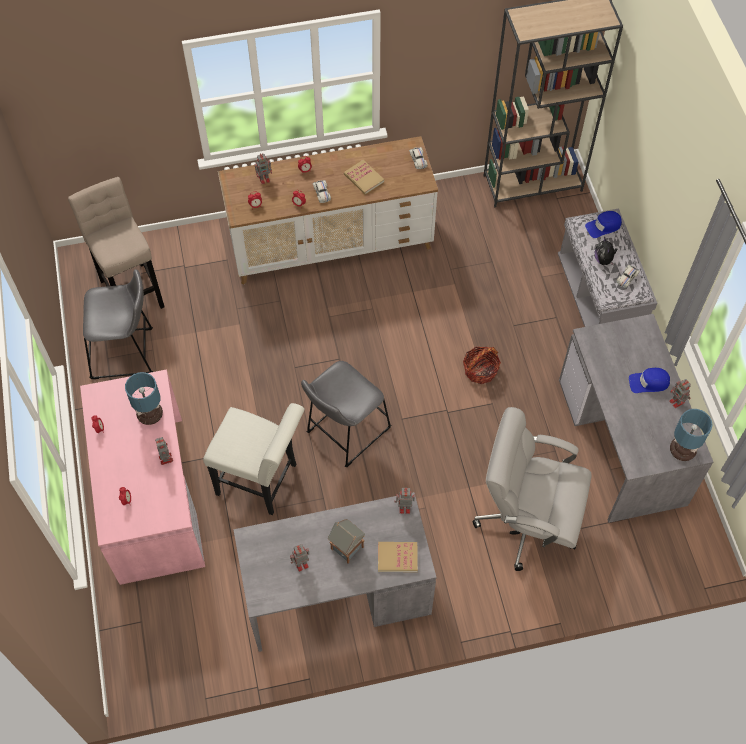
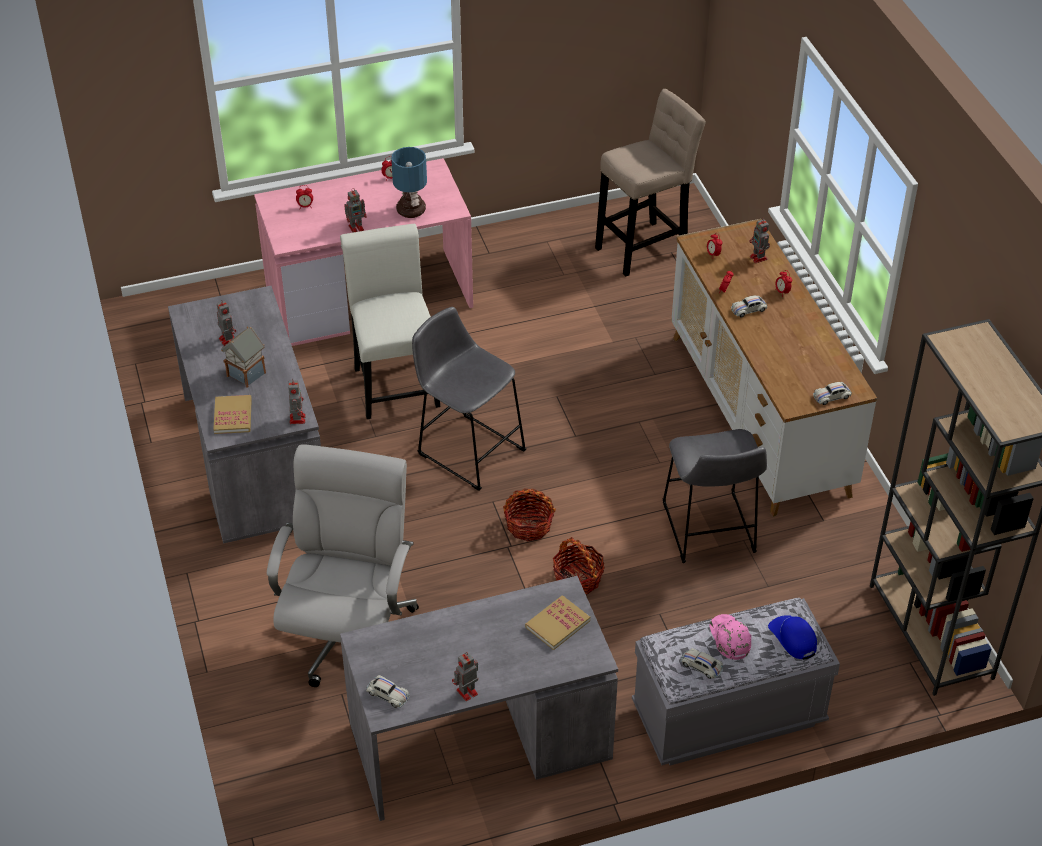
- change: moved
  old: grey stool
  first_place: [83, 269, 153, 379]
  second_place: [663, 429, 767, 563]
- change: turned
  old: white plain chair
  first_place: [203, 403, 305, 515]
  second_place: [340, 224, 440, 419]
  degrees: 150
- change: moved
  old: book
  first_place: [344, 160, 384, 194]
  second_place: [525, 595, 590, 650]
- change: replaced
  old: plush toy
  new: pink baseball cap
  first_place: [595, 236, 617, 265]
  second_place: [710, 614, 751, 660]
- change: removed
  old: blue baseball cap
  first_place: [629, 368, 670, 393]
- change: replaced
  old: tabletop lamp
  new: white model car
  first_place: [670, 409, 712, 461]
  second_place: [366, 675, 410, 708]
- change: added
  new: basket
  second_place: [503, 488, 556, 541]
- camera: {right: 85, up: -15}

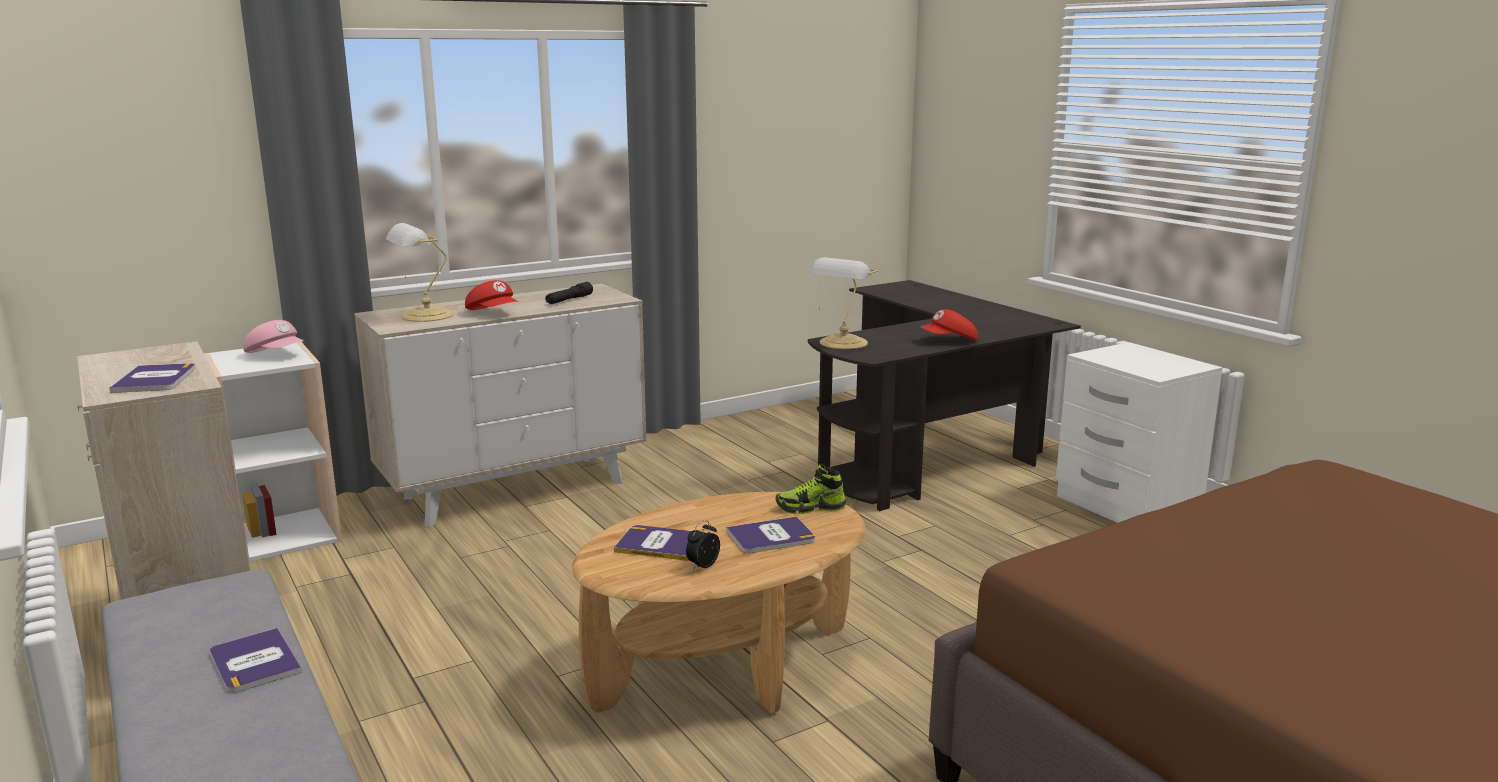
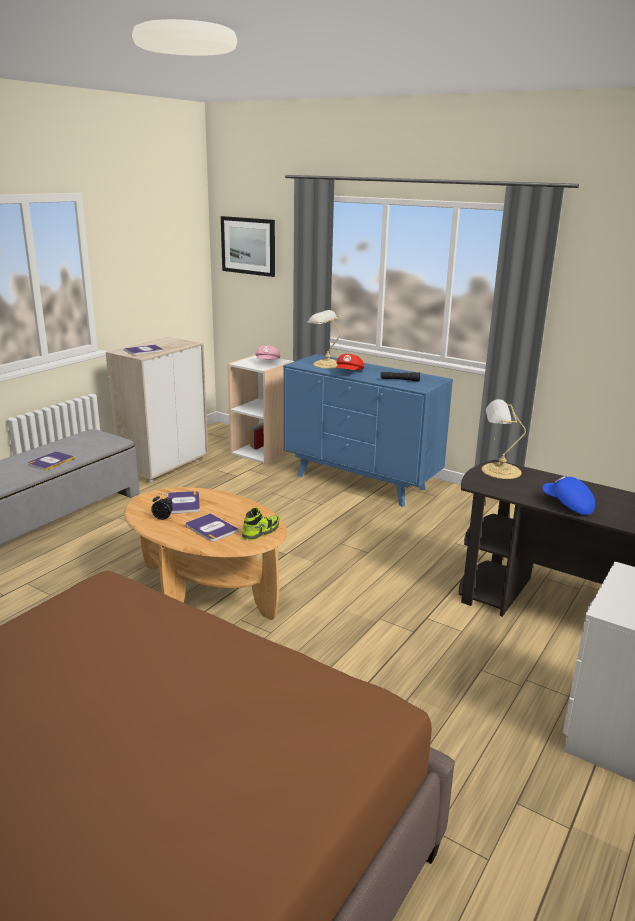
- change: recoloured
  old: white drawer chest
  new: blue drawer chest
  first_place: [354, 284, 647, 527]
  second_place: [283, 354, 453, 507]
- change: turned
  old: item of footwear
  first_place: [776, 464, 846, 514]
  second_place: [242, 507, 279, 541]
  degrees: 75
- change: recoloured
  old: reddish baseball cap
  new: blue baseball cap
  first_place: [920, 309, 978, 340]
  second_place: [543, 476, 595, 515]
- change: added
  new: picture
  second_place: [221, 216, 275, 277]
- camera: {right: 65, up: 5}

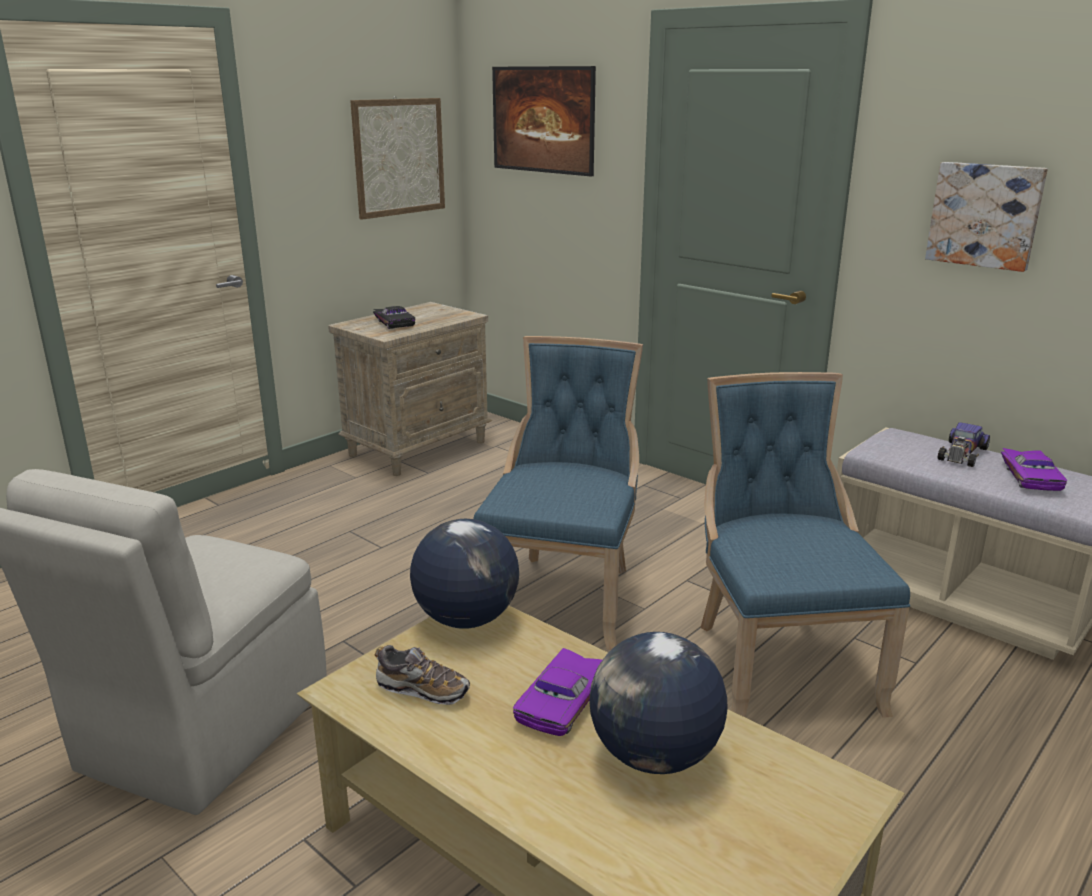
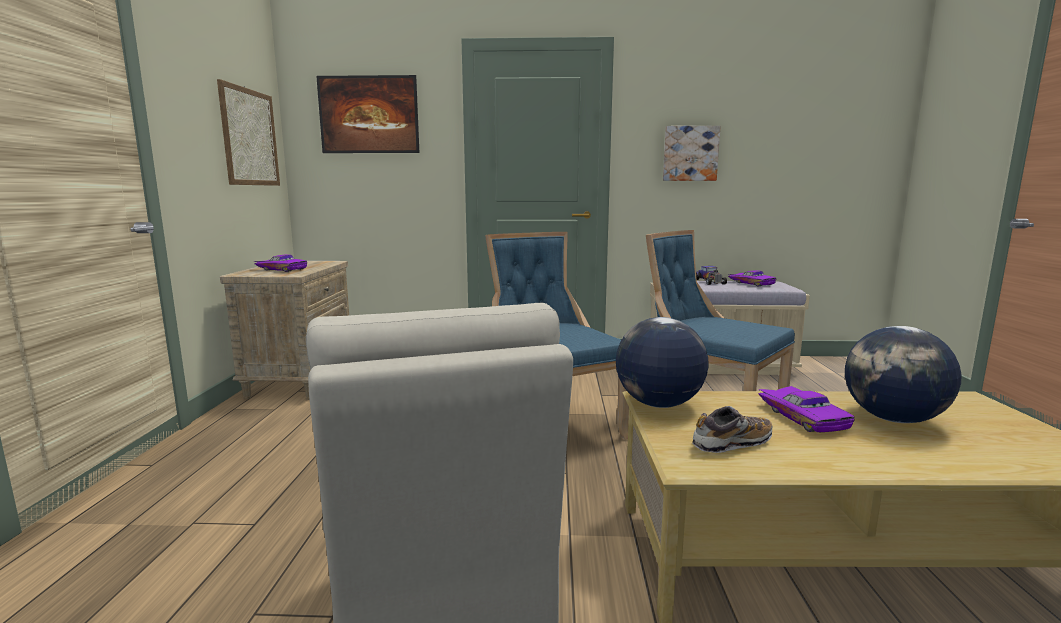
- change: recoloured
  old: blackish model car
  new: purple model car
  first_place: [373, 306, 415, 329]
  second_place: [254, 254, 307, 272]
- camera: {right: -40, up: -10}

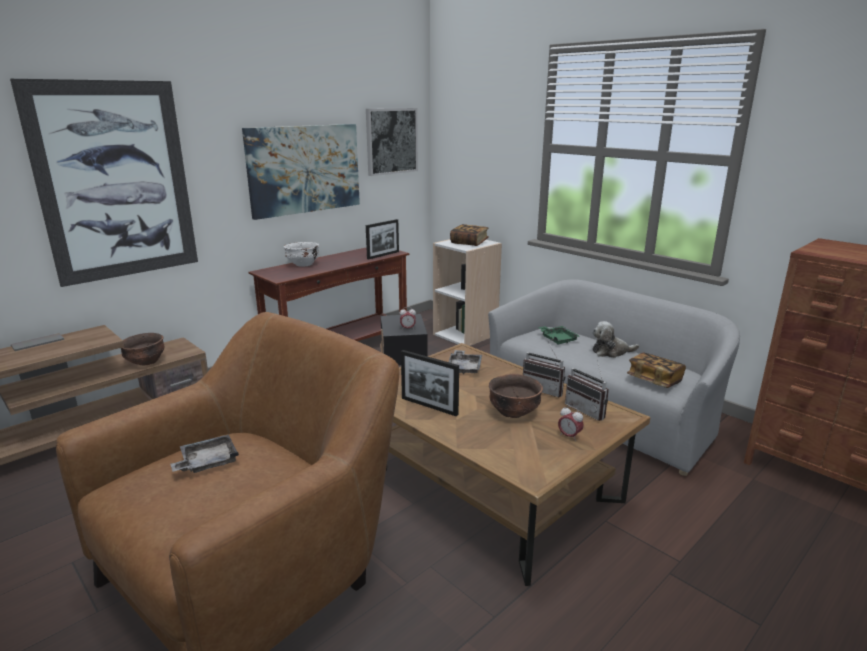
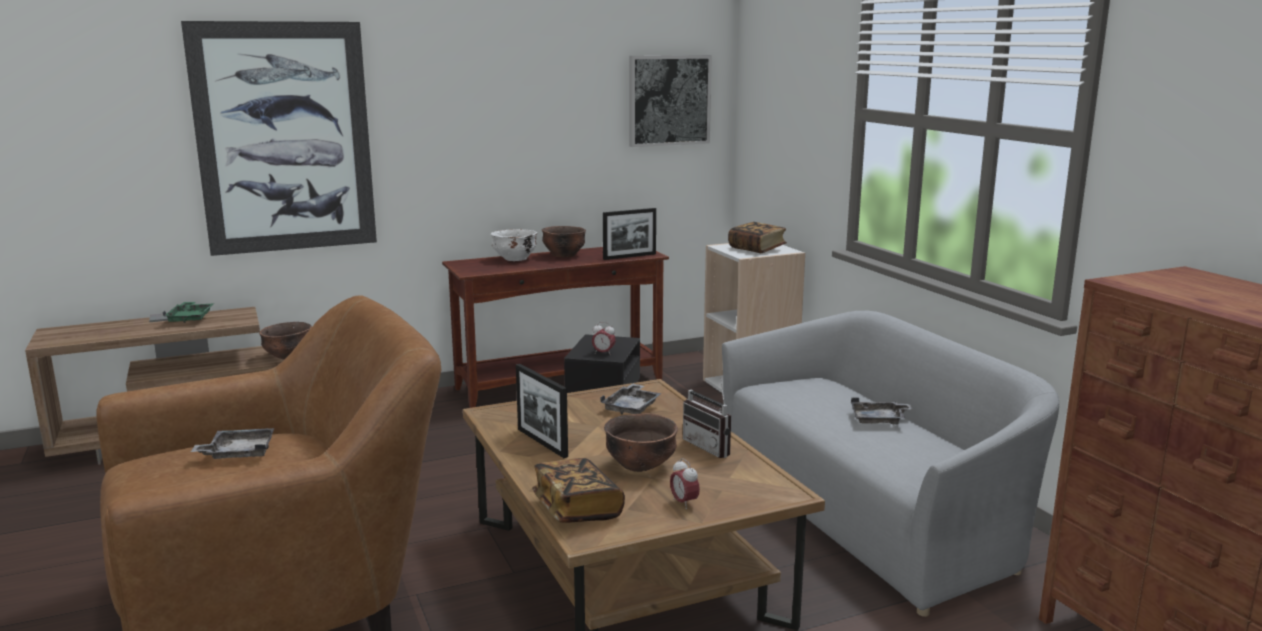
- change: removed
  old: picture
  first_place: [242, 124, 360, 220]
- change: moved
  old: green serving tray
  first_place: [538, 326, 580, 344]
  second_place: [162, 302, 214, 323]
- change: removed
  old: radio set
  first_place: [565, 361, 609, 421]
- change: replaced
  old: plush toy
  new: grey serving tray
  first_place: [592, 321, 639, 358]
  second_place: [851, 397, 913, 424]
- change: moved
  old: book
  first_place: [627, 353, 686, 388]
  second_place: [532, 458, 625, 523]
- change: added
  new: brownish serving bowl
  second_place: [542, 226, 586, 258]
- camera: {right: 20, up: -5}

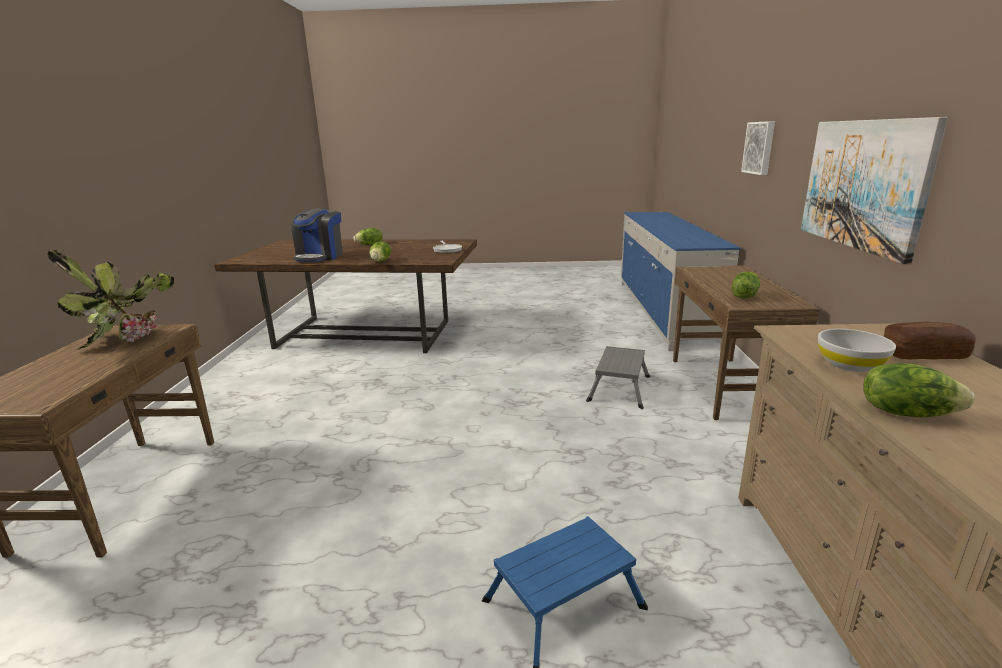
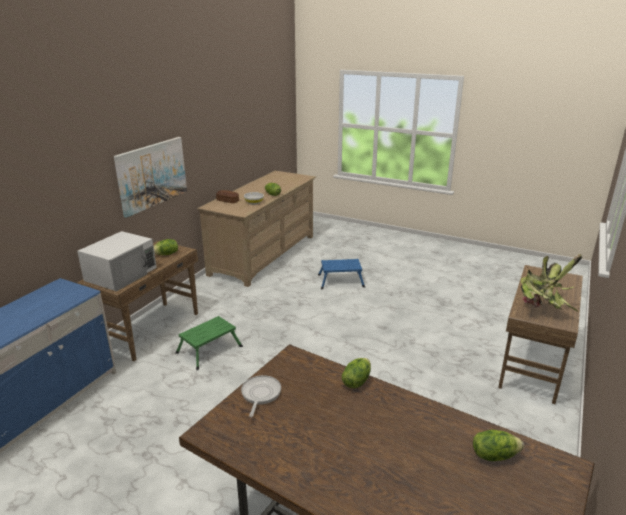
- change: removed
  old: coffee machine
  first_place: [291, 209, 343, 262]
- change: moved
  old: lettuce
  first_place: [353, 228, 383, 245]
  second_place: [473, 430, 524, 461]
- change: recoloured
  old: grey step ladder
  new: green step ladder
  first_place: [586, 346, 650, 409]
  second_place: [175, 316, 243, 370]
- change: removed
  old: picture
  first_place: [741, 121, 775, 175]
- change: added
  new: white microwave
  second_place: [77, 231, 157, 292]
- camera: {right: -155, up: 5}

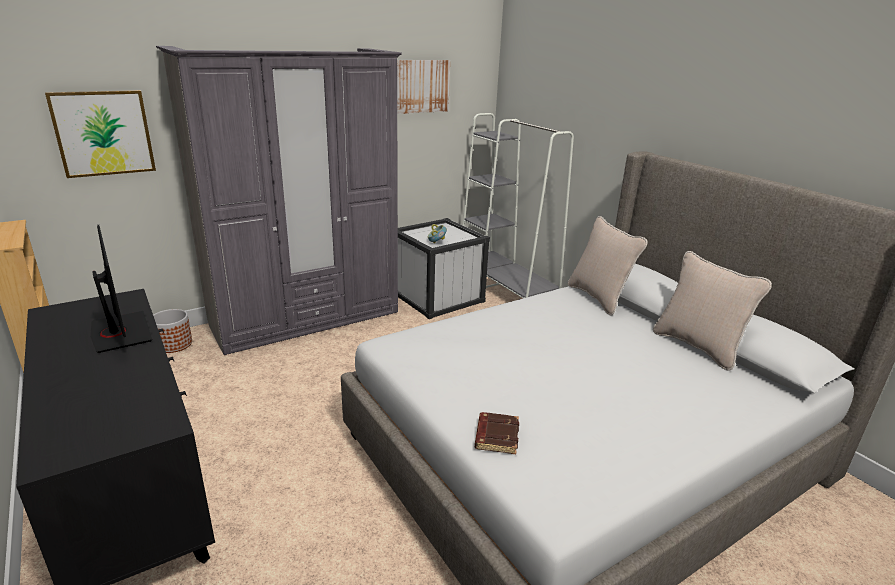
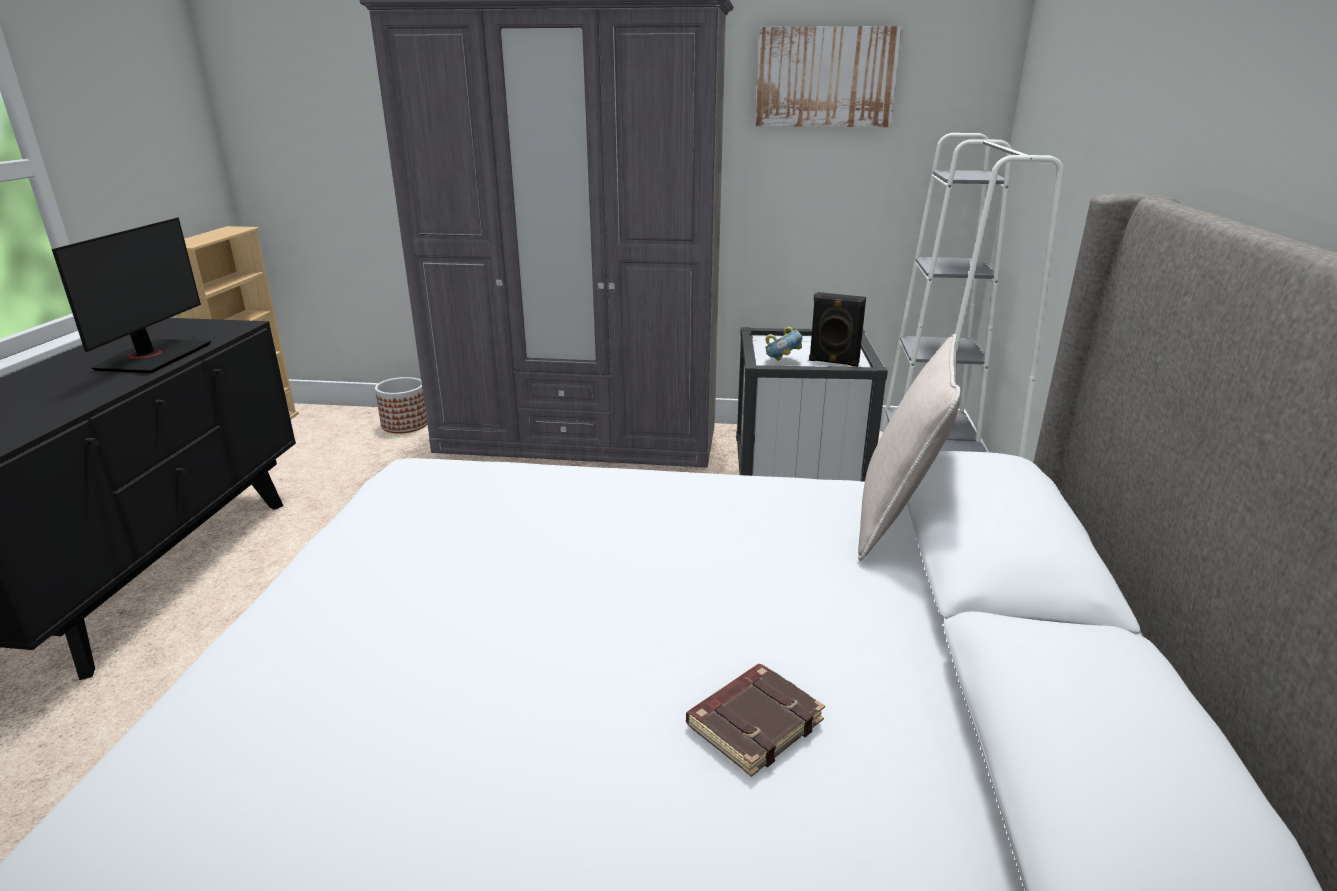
- change: removed
  old: picture
  first_place: [45, 90, 156, 178]
- change: moved
  old: brownish book
  first_place: [475, 412, 519, 454]
  second_place: [686, 664, 825, 777]
- change: removed
  old: sand-coloured throw pillow
  first_place: [653, 251, 772, 371]
- change: added
  new: blackish audio speaker
  second_place: [809, 292, 866, 367]
- camera: {right: 40, up: 0}

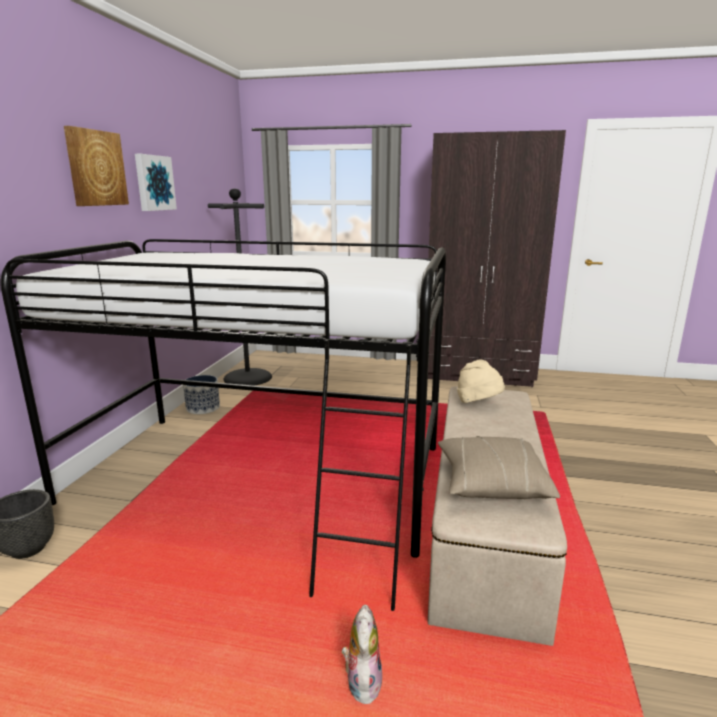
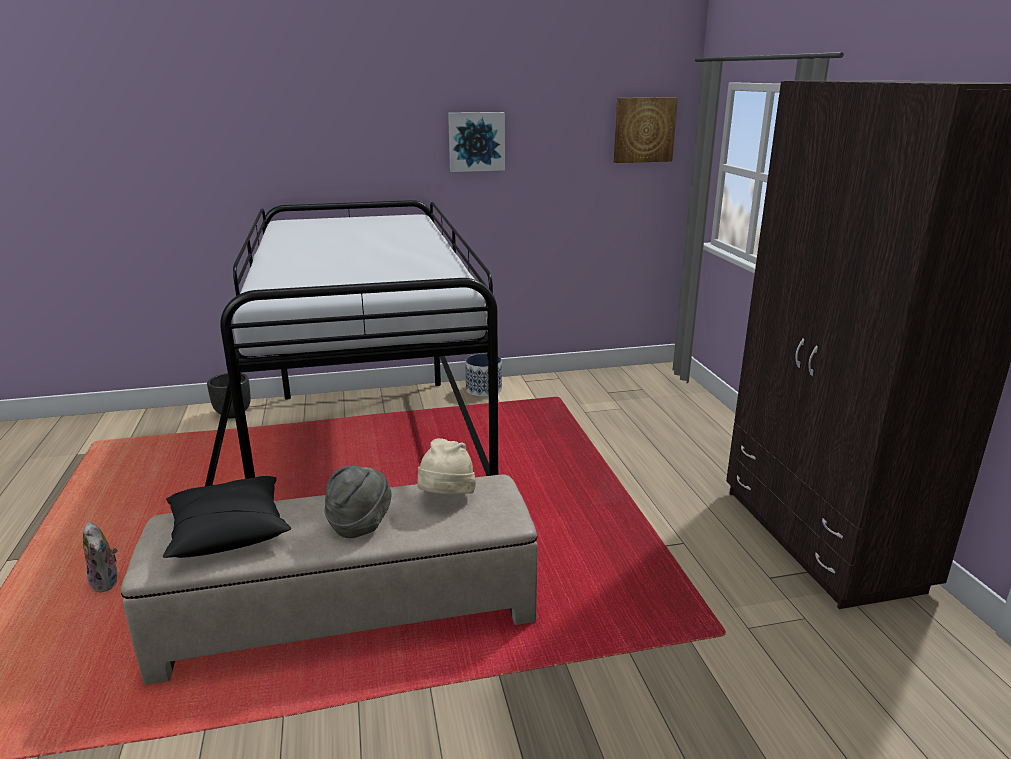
- change: moved
  old: picture
  first_place: [64, 126, 129, 206]
  second_place: [614, 97, 678, 163]
- change: removed
  old: blackish clothes rack
  first_place: [208, 188, 272, 386]
- change: turned
  old: plush toy
  first_place: [342, 604, 382, 707]
  second_place: [83, 522, 118, 592]
  degrees: 75
- change: recoloured
  old: sand-coloured throw pillow
  new: blackish throw pillow
  first_place: [438, 436, 560, 499]
  second_place: [163, 476, 291, 558]
- change: added
  new: grey hat
  second_place: [325, 465, 391, 538]
- camera: {right: 65, up: 5}

